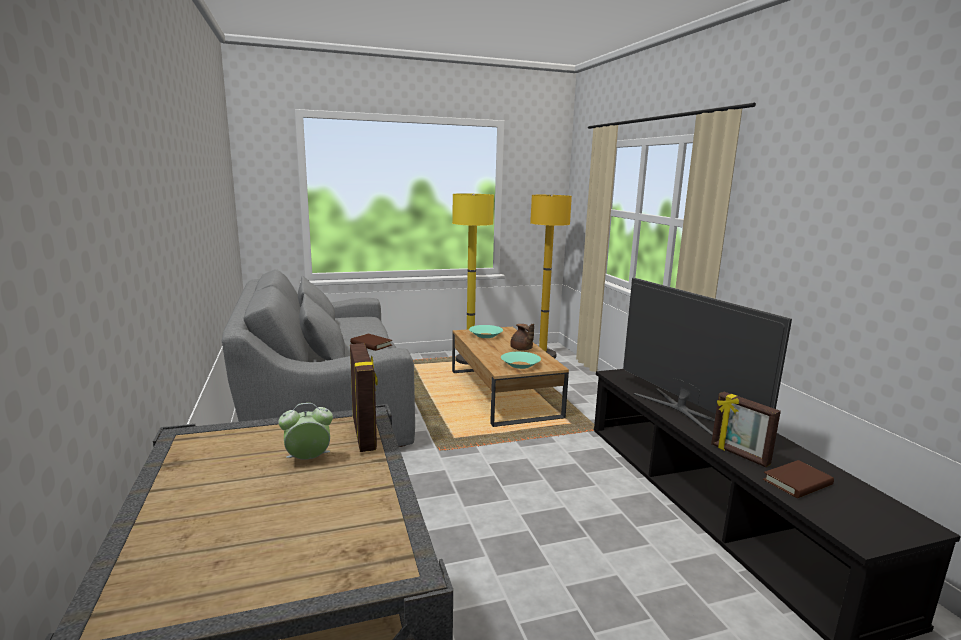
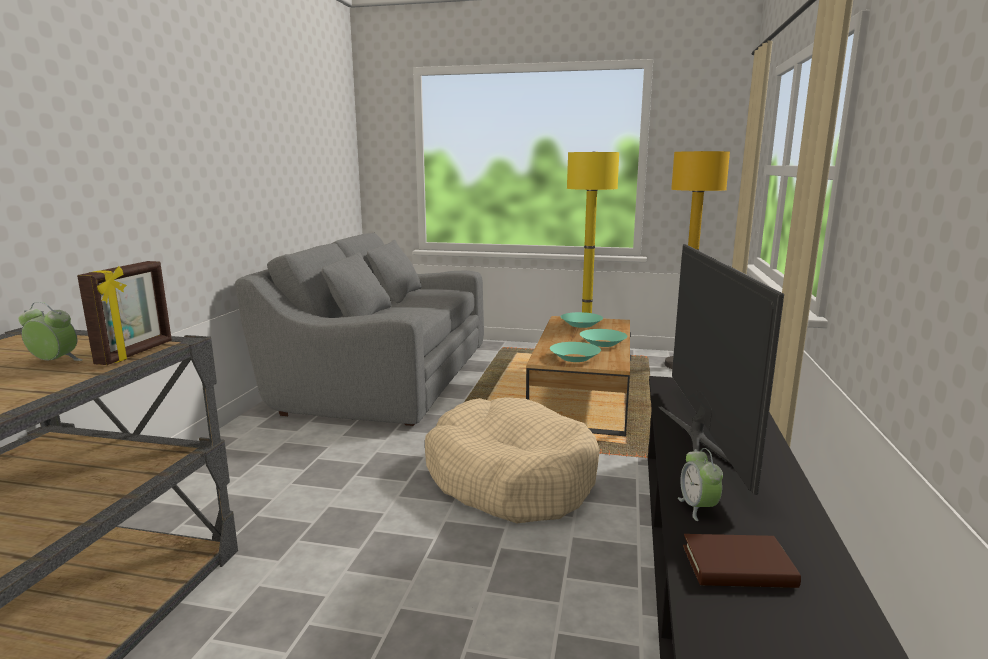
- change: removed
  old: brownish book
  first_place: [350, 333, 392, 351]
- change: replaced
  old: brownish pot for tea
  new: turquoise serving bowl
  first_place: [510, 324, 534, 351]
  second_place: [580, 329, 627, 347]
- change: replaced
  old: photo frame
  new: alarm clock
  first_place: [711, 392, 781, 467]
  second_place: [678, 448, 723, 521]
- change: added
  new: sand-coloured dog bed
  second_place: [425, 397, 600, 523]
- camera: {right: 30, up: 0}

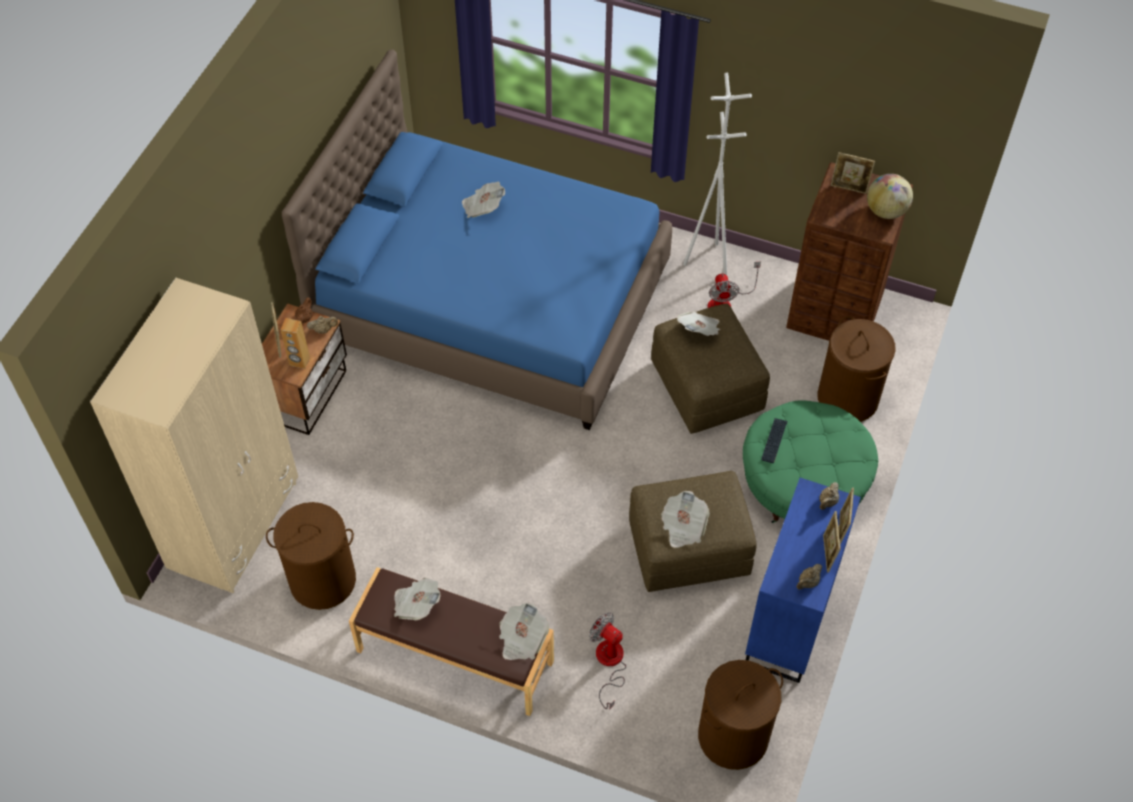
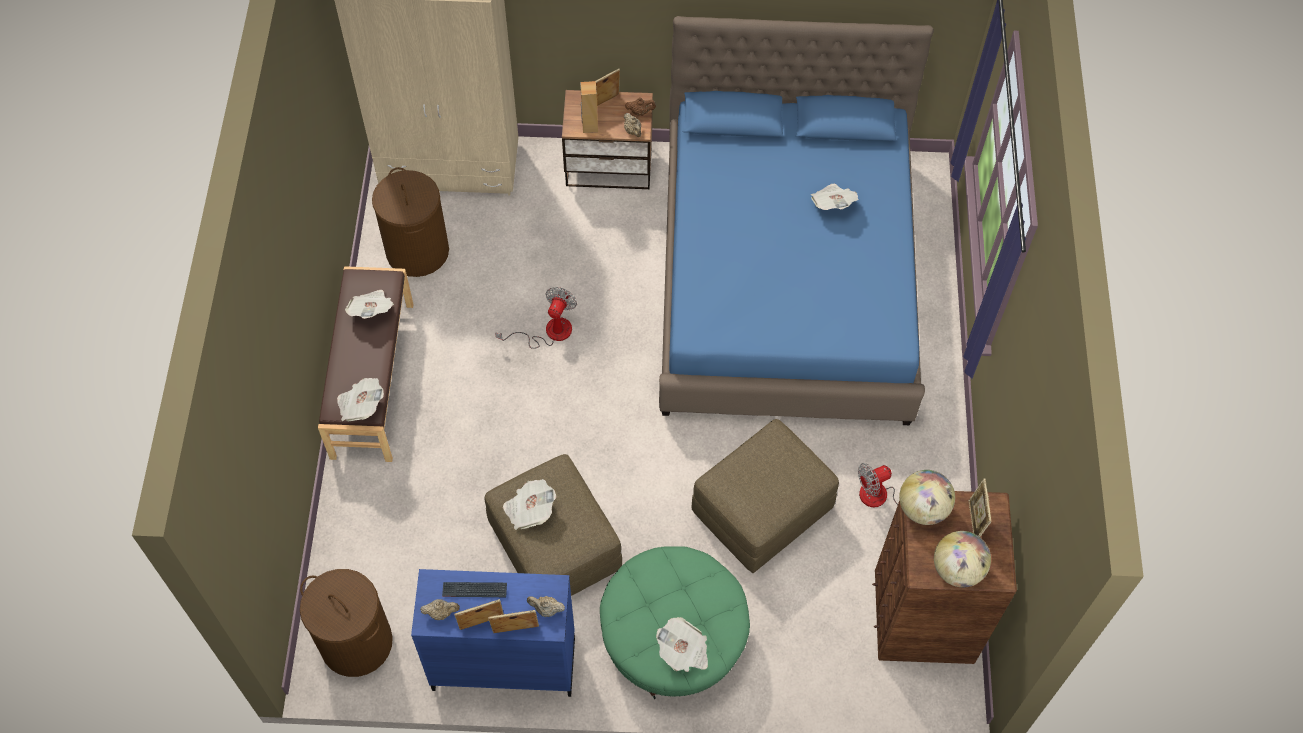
- change: moved
  old: cooling fan
  first_place: [589, 612, 626, 710]
  second_place: [495, 287, 577, 349]
- change: moved
  old: newspaper
  first_place: [677, 311, 720, 336]
  second_place: [656, 617, 708, 672]
- change: removed
  old: white clothes rack
  first_place: [683, 73, 752, 275]
- change: moved
  old: keyboard
  first_place: [761, 418, 788, 463]
  second_place: [442, 582, 507, 598]
- change: turned
  old: sand-coloured pot for tea
  first_place: [797, 564, 822, 589]
  second_place: [420, 599, 460, 620]
  degrees: 150
- change: removed
  old: brownish washing basket
  first_place: [817, 316, 896, 422]
- change: added
  new: desk globe
  second_place: [899, 470, 955, 525]
- camera: {right: 70, up: 5}

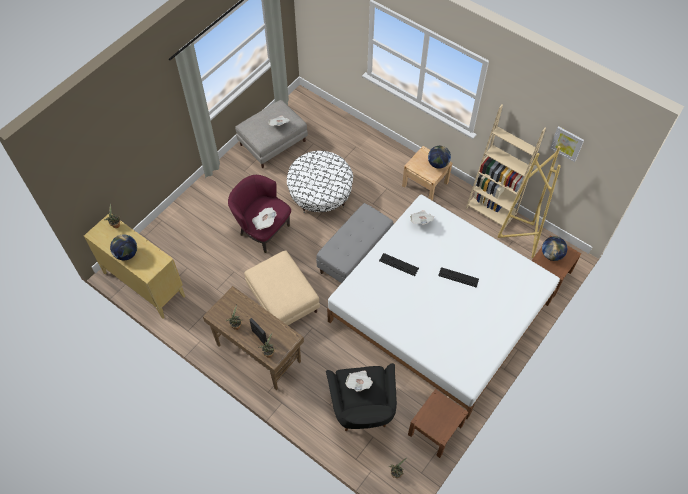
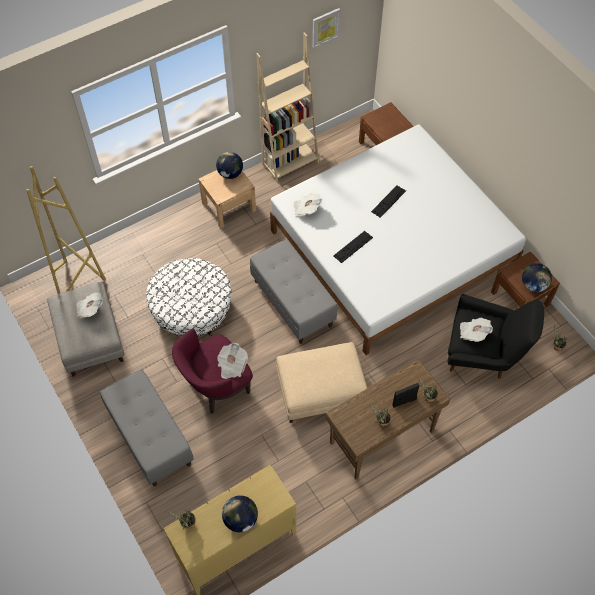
- change: moved
  old: yellow clothes rack
  first_place: [497, 146, 561, 259]
  second_place: [26, 166, 106, 294]
- change: moved
  old: desk globe
  first_place: [542, 236, 567, 261]
  second_place: [522, 263, 552, 292]
- change: added
  new: grey indoor bench
  second_place: [100, 369, 194, 486]
- camera: {right: -70, up: 0}

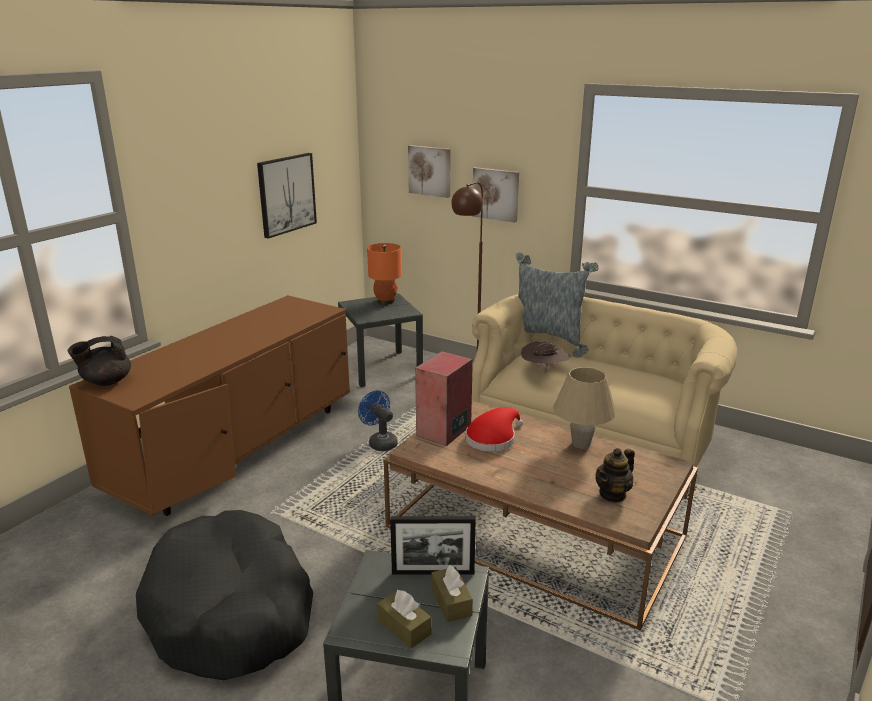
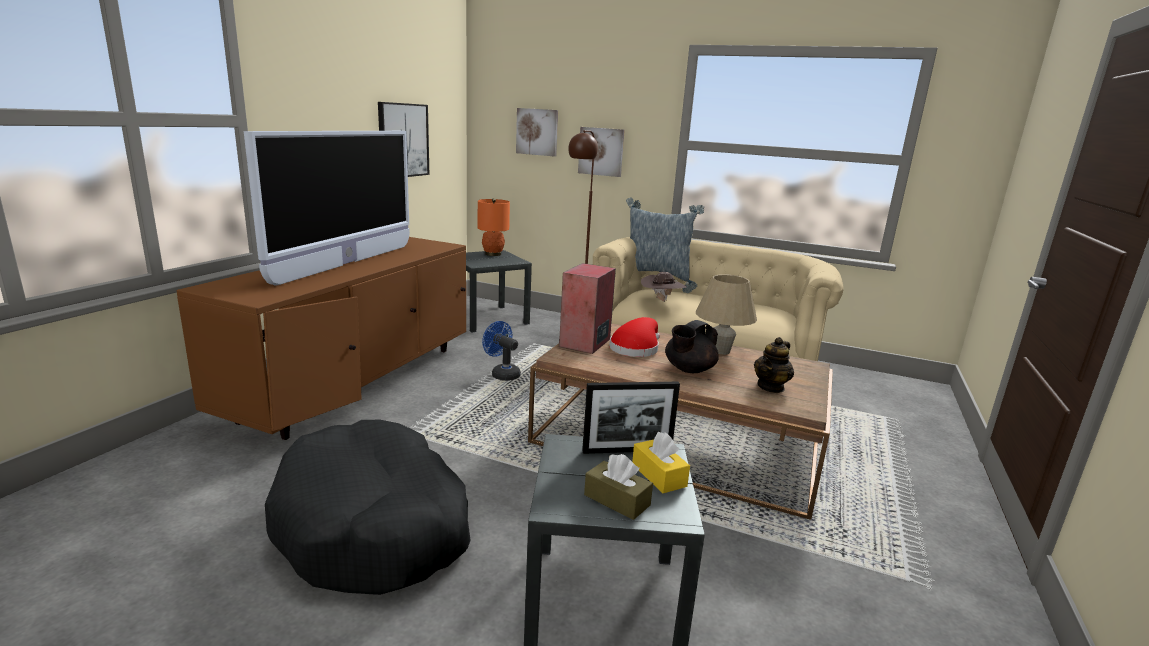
- change: moved
  old: blackish pot for tea
  first_place: [68, 336, 131, 386]
  second_place: [665, 320, 719, 373]
- change: recoloured
  old: brownish tissue holder
  new: yellow tissue holder
  first_place: [431, 565, 473, 622]
  second_place: [632, 432, 690, 493]
- change: added
  new: TV set
  second_place: [244, 131, 410, 286]
- camera: {right: -10, up: -5}

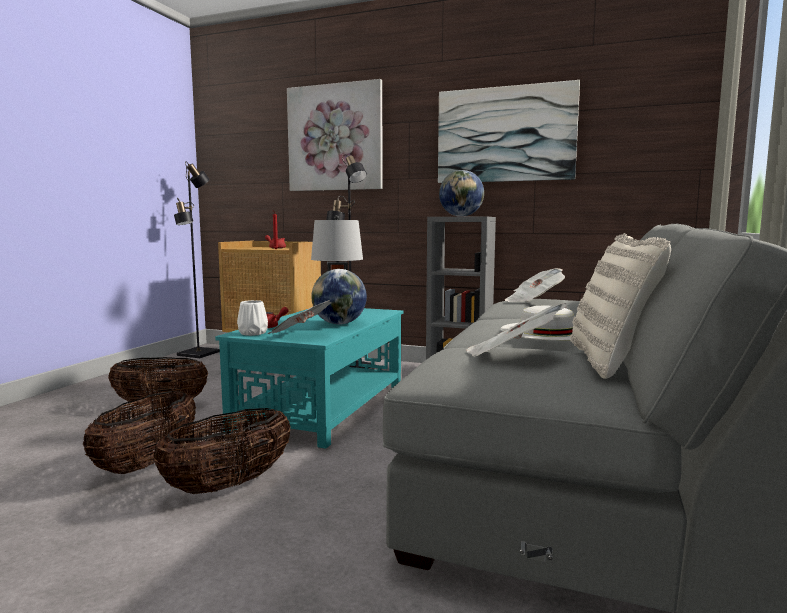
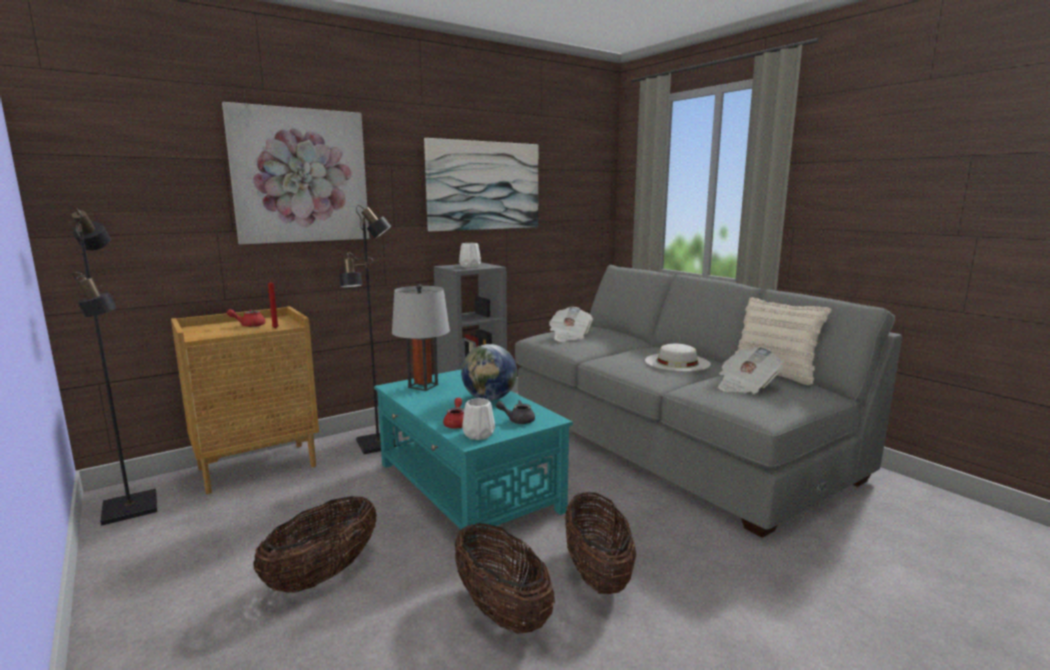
- change: replaced
  old: newspaper
  new: grey pot for tea
  first_place: [268, 300, 332, 334]
  second_place: [496, 400, 535, 424]
- change: replaced
  old: desk globe
  new: white vase
  first_place: [439, 170, 484, 217]
  second_place: [459, 243, 481, 268]
- camera: {right: -55, up: 5}

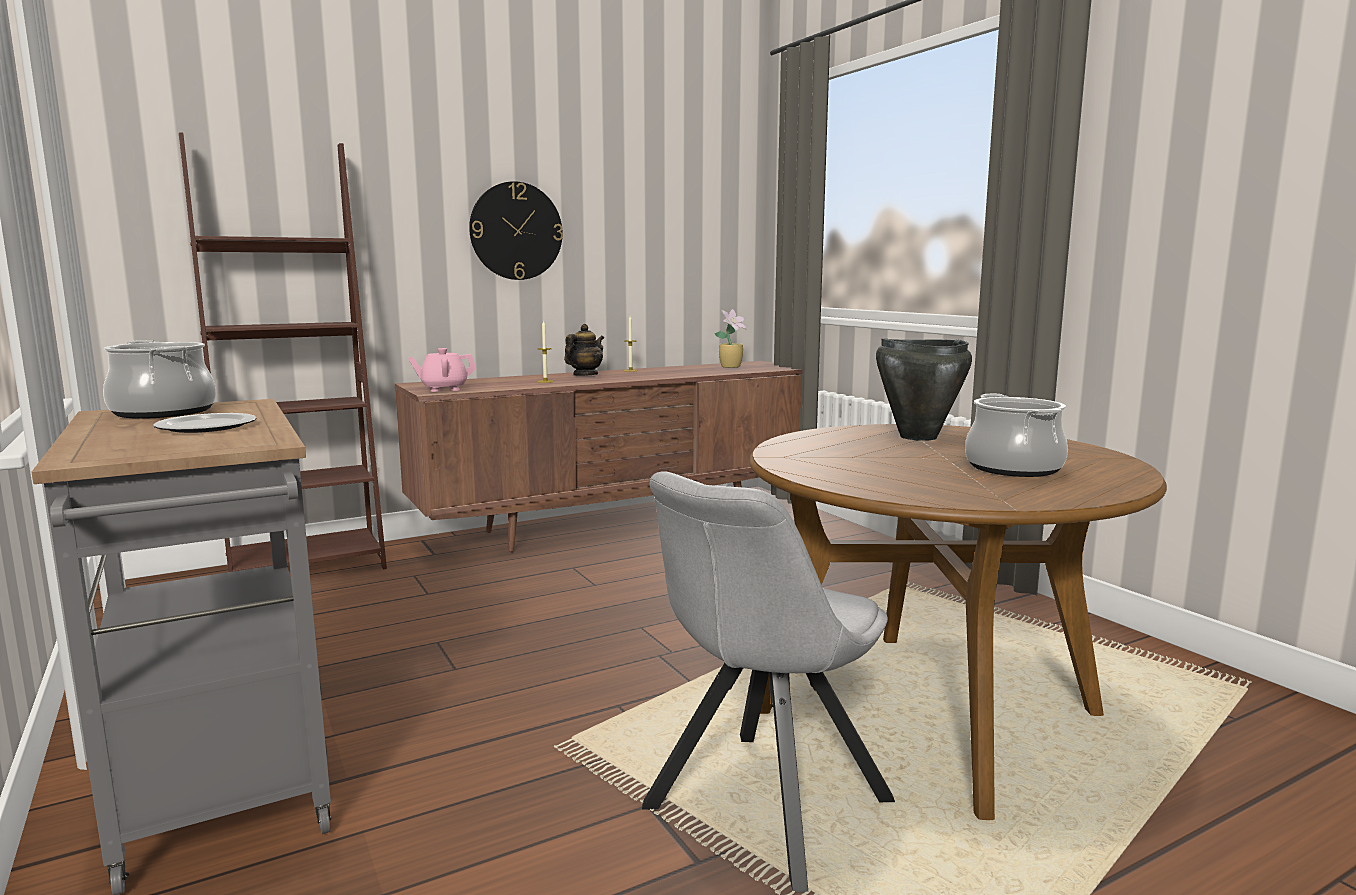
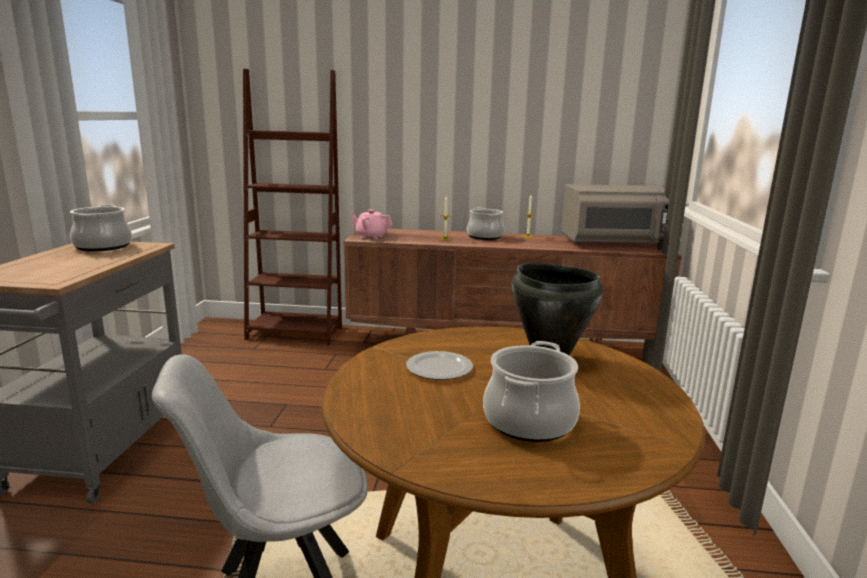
- change: moved
  old: dinner plate
  first_place: [153, 413, 257, 433]
  second_place: [406, 351, 473, 380]
- change: removed
  old: wall clock
  first_place: [469, 181, 563, 280]
- change: replaced
  old: pot for tea
  new: cooking pot
  first_place: [564, 324, 604, 376]
  second_place: [467, 207, 504, 240]
- change: replaced
  old: potted plant
  new: grey microwave
  first_place: [715, 309, 747, 368]
  second_place: [561, 184, 669, 245]
- camera: {right: 35, up: 5}

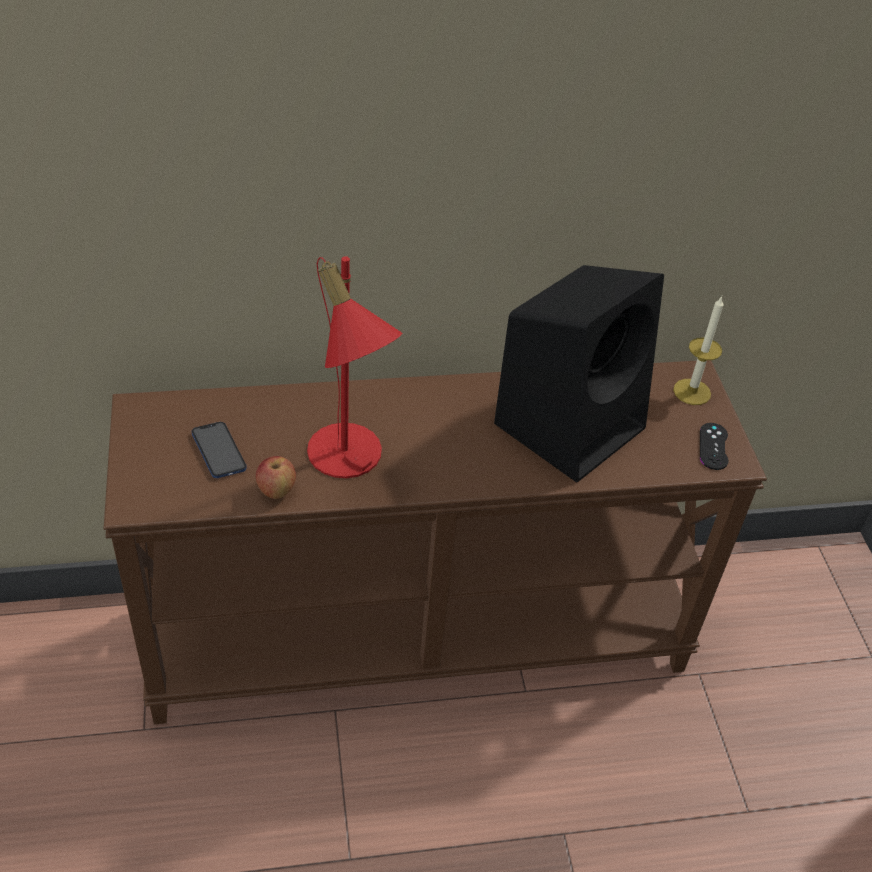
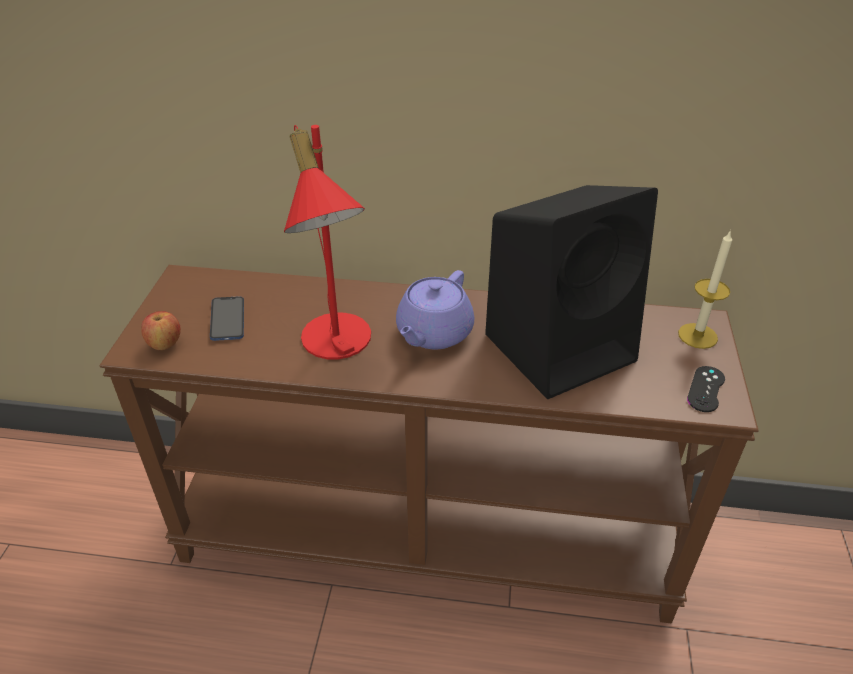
- change: moved
  old: apple fruit
  first_place: [256, 456, 296, 499]
  second_place: [141, 311, 181, 350]
- change: added
  new: purple pot for tea
  second_place: [396, 270, 474, 350]
- camera: {right: 20, up: -5}

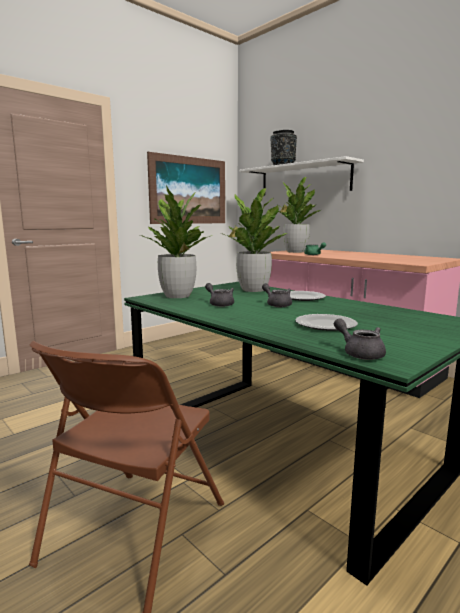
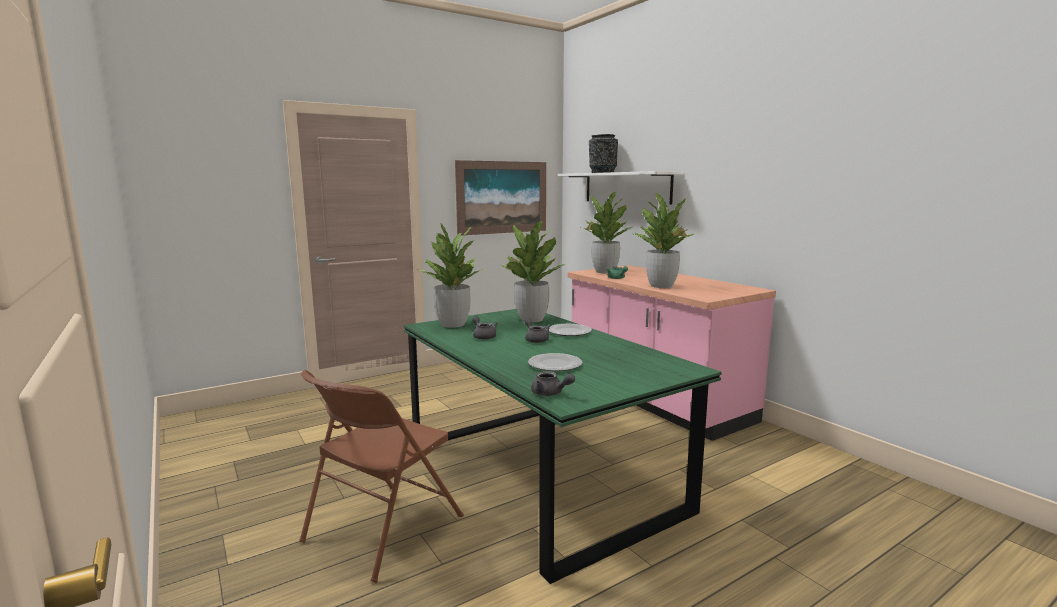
- change: turned
  old: grey pot for tea
  first_place: [334, 318, 386, 360]
  second_place: [531, 371, 575, 396]
  degrees: 150
- change: added
  new: potted plant
  second_place: [634, 193, 694, 288]
- camera: {right: 10, up: 0}

